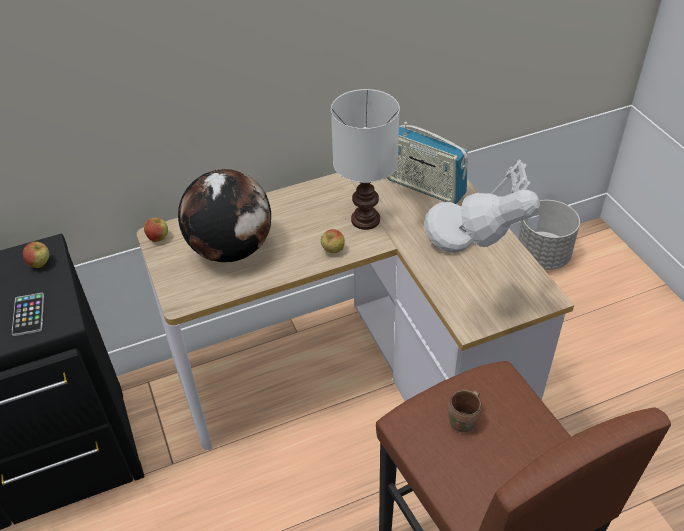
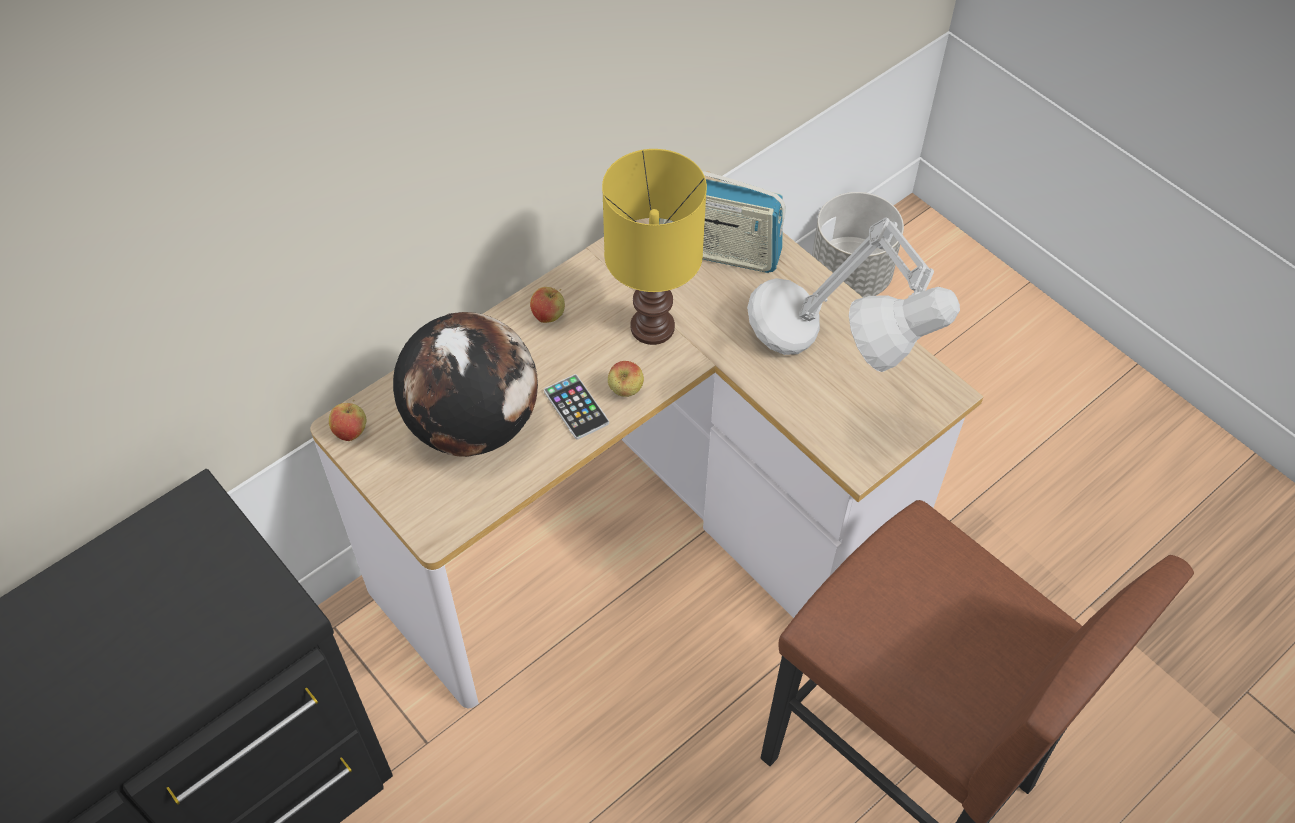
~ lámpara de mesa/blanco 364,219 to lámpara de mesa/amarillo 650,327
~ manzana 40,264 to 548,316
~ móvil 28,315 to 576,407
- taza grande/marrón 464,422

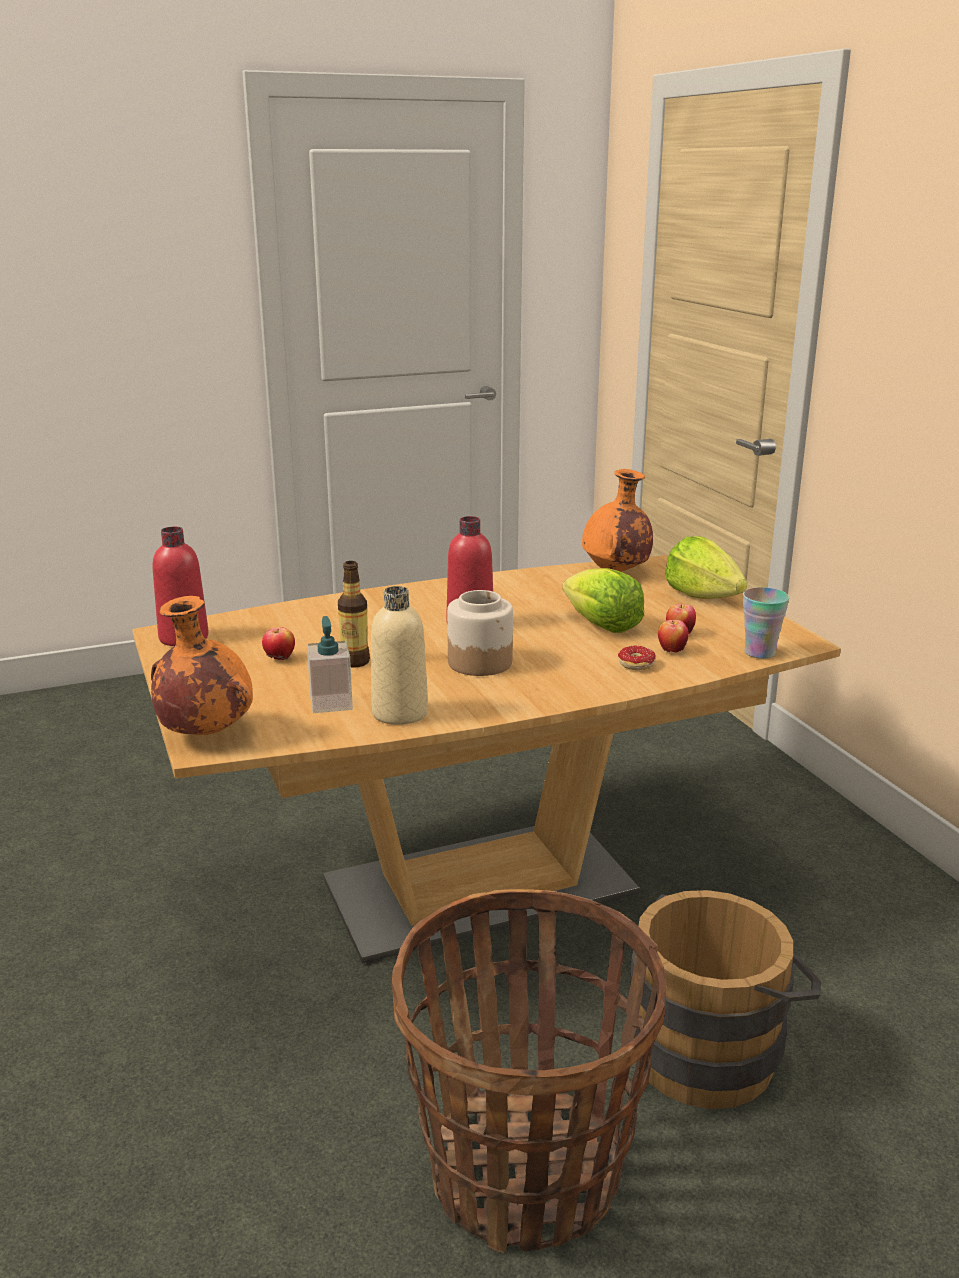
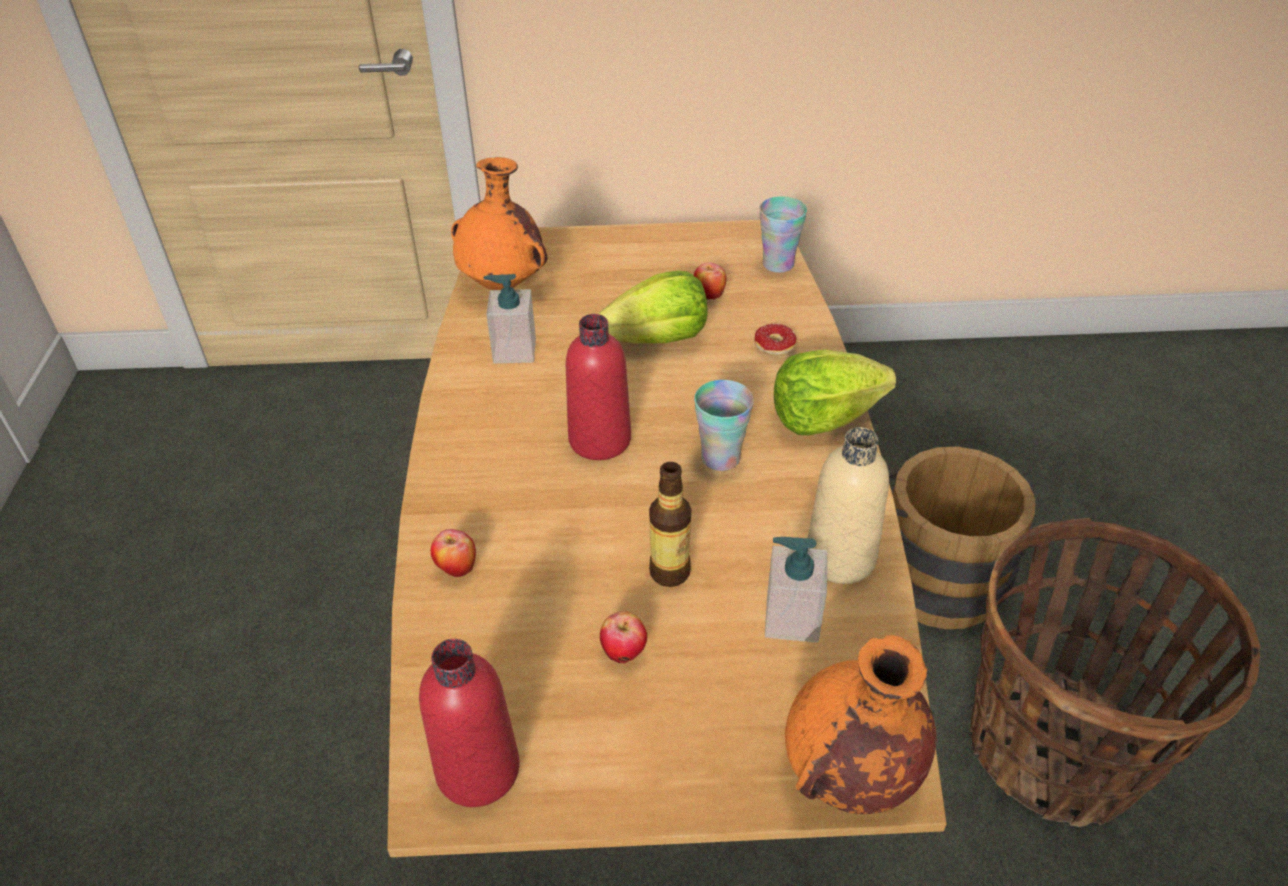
~ lechuga 702,595 to 824,417
~ tarro 480,662 to taza 720,458
~ manzana 671,651 to 456,569
+ dispensador de jabón 514,350

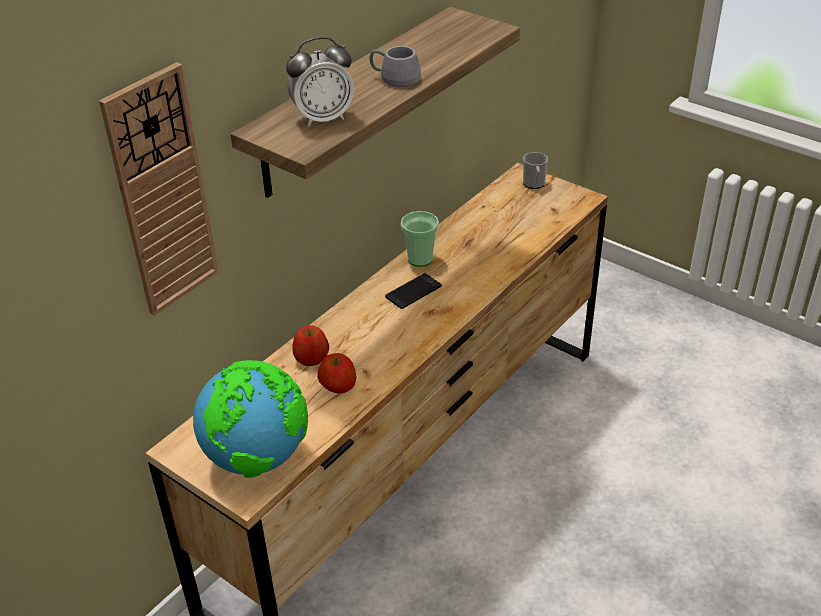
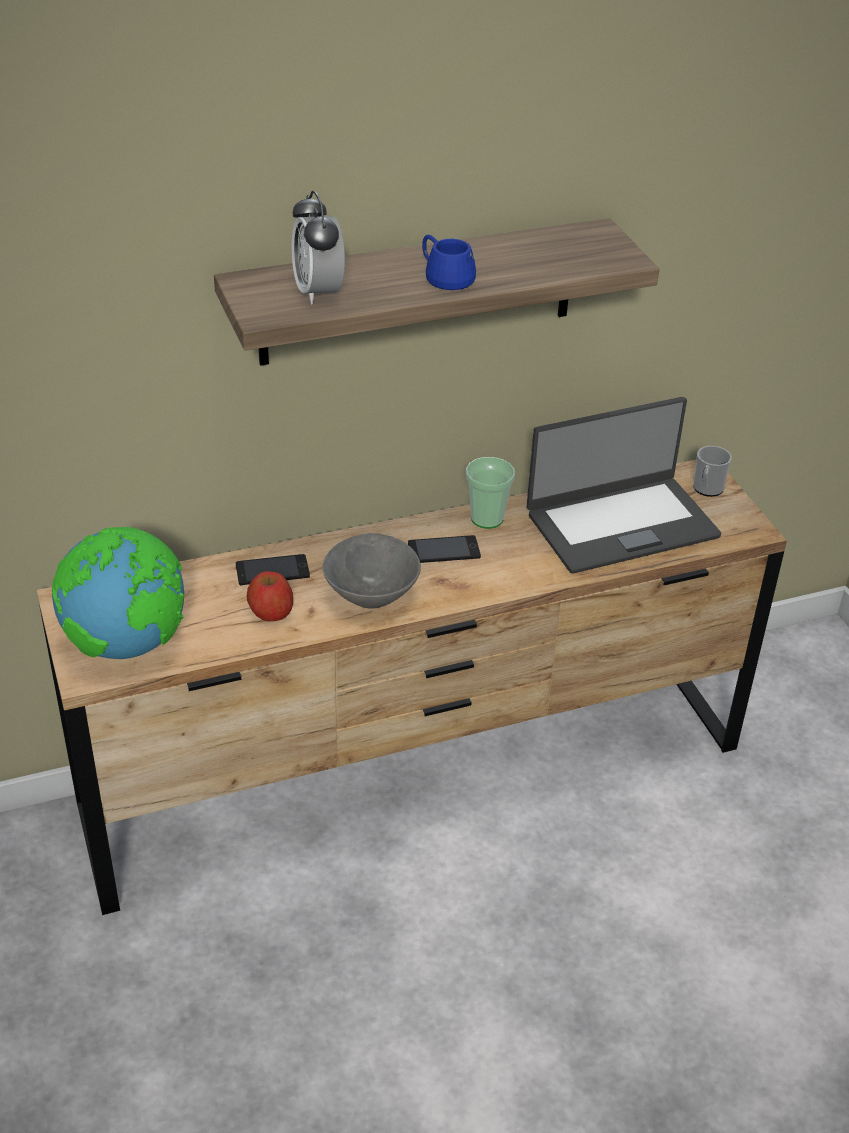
~ despertador 323,118 = 318,292 60 degrees clockwise
~ taza grande/gris 396,76 to taza grande/azul 449,274
- reloj de pared 162,193
~ manzana 311,357 to móvil 272,571
+ portátil 620,524
+ cuenco/gris 372,595

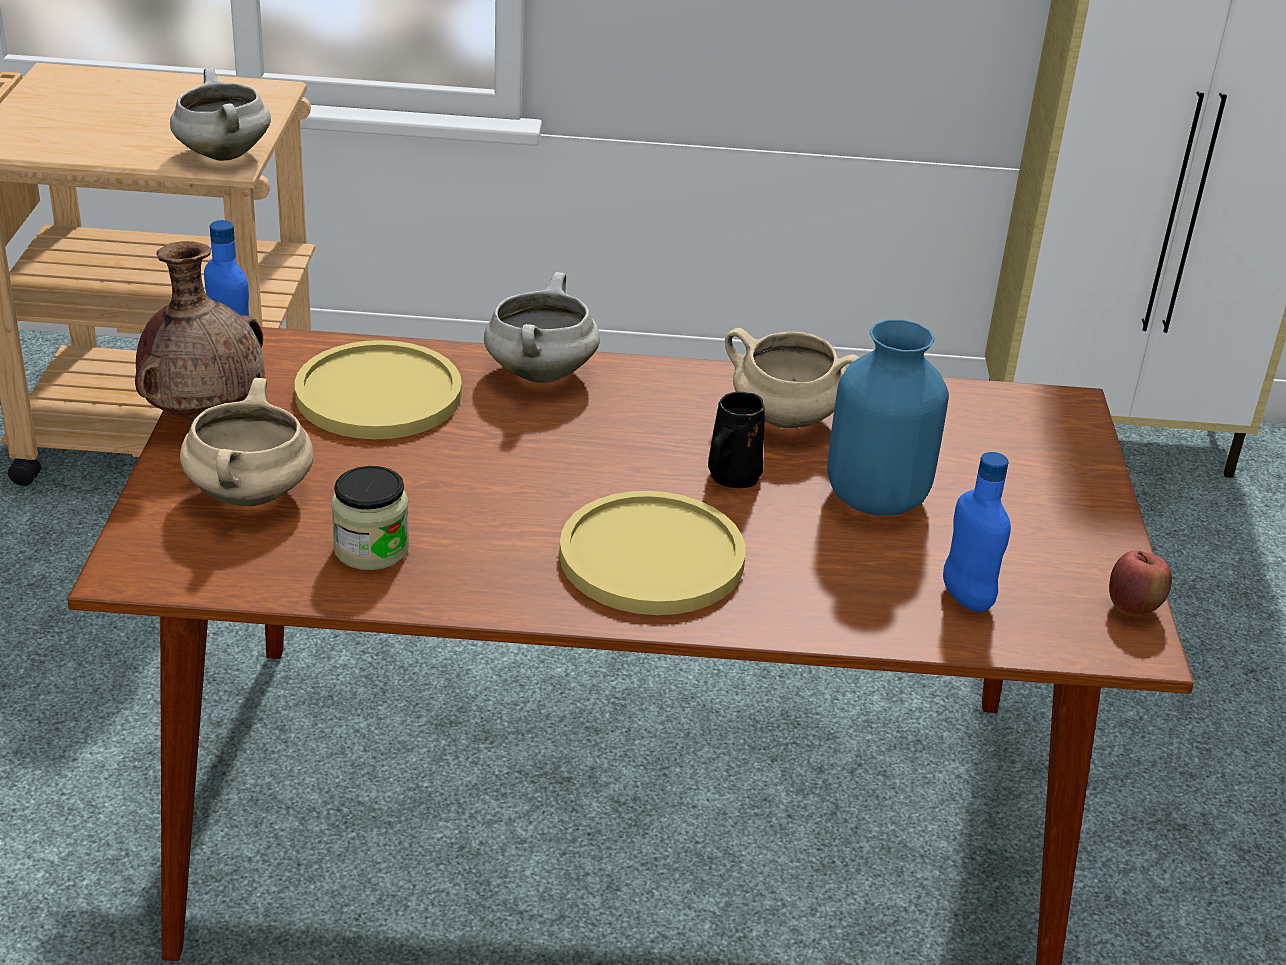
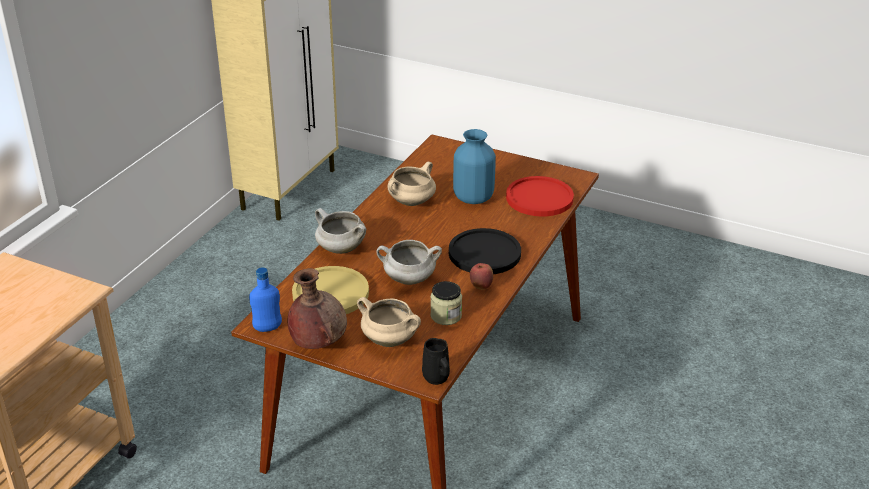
~ olla/blanco 221,154 to 408,280
~ taza grande/negro 732,477 to 436,378
~ botella/azul 966,598 to plato/rojo 539,198
~ plato/amarillo 652,557 to plato/negro 484,253
~ manzana 1133,609 to 481,286

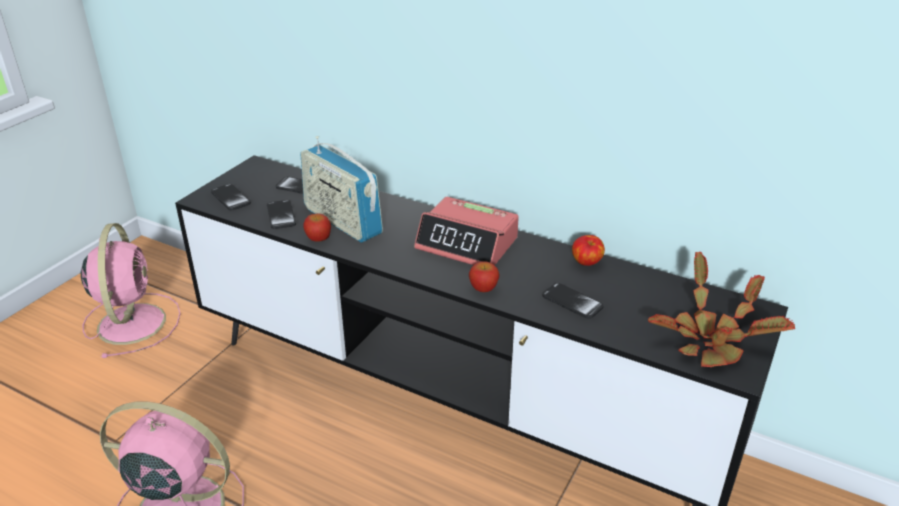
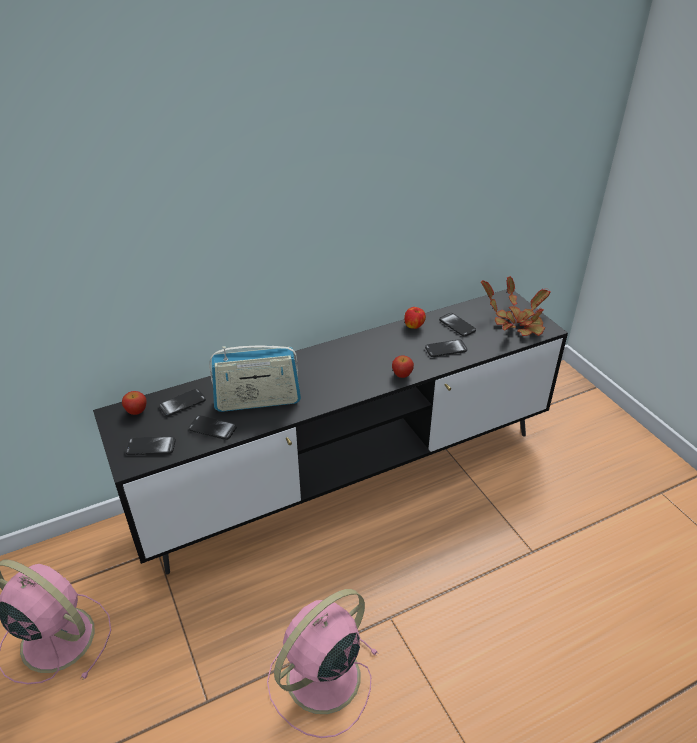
- despertador 467,244
~ manzana 318,238 to 136,411
+ móvil 457,325

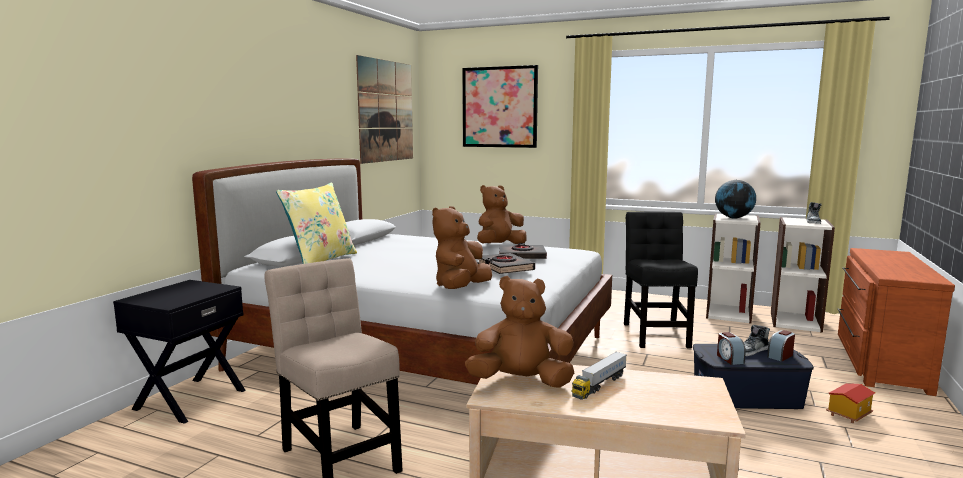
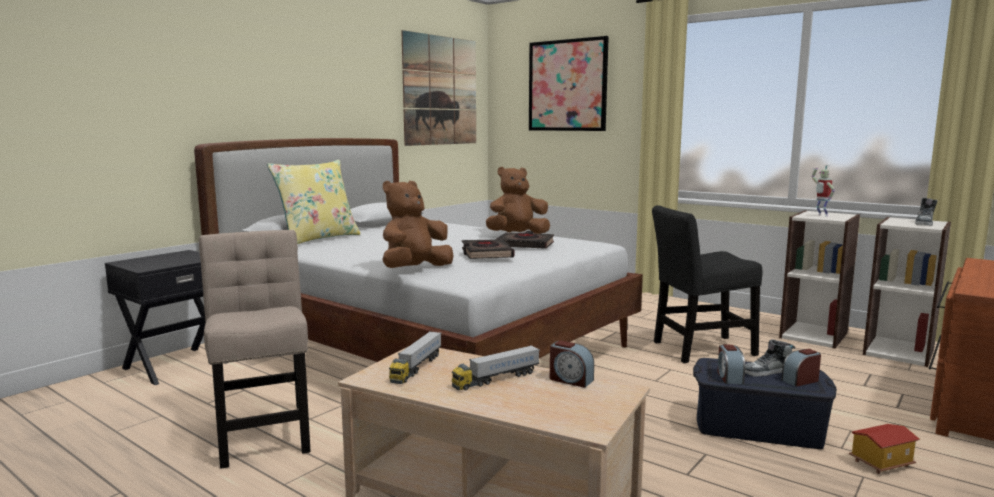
~ globo terráqueo 734,217 to robot de juguete 821,215
~ silla/negro 655,334 = 699,349 120 degrees counterclockwise
~ peluche/marrón 521,382 to camión de juguete 416,368
+ despertador 570,380

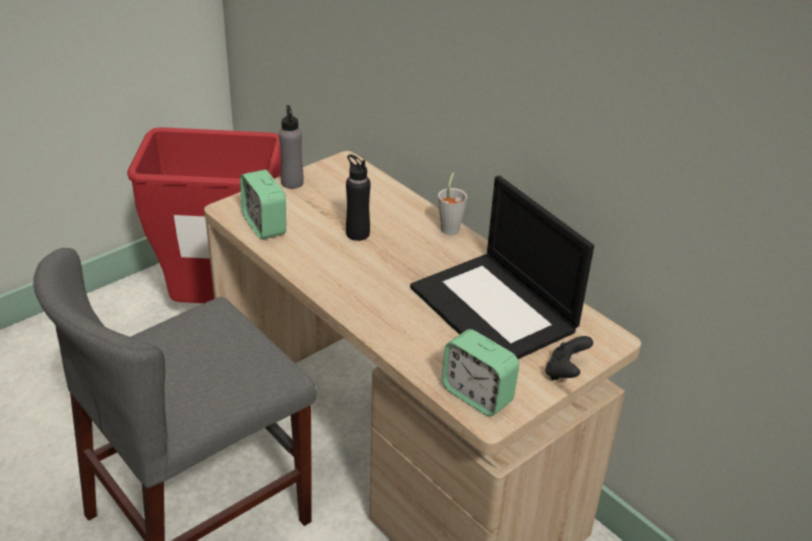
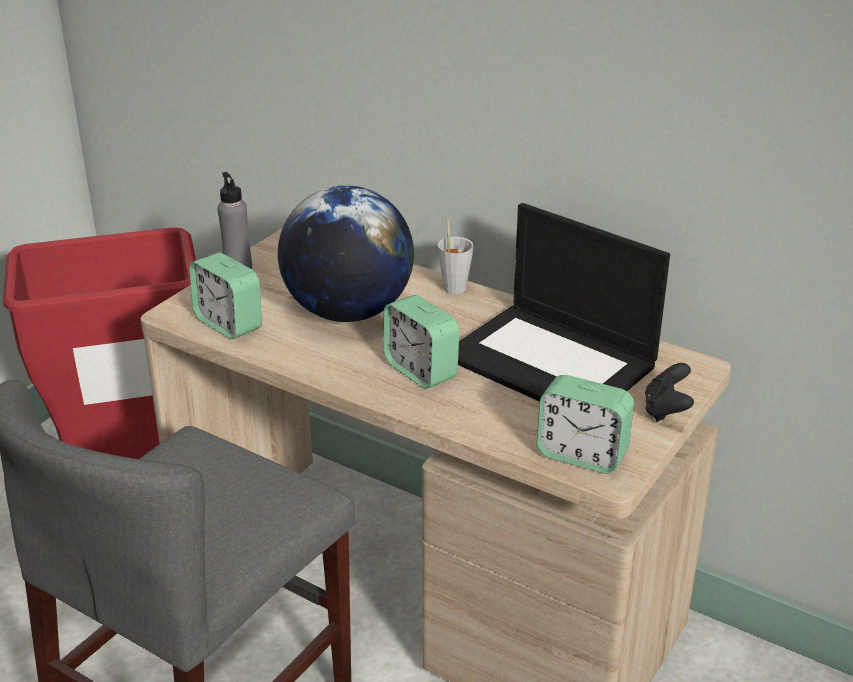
~ botella/negro 357,233 to globo terráqueo 348,312
+ despertador 420,371

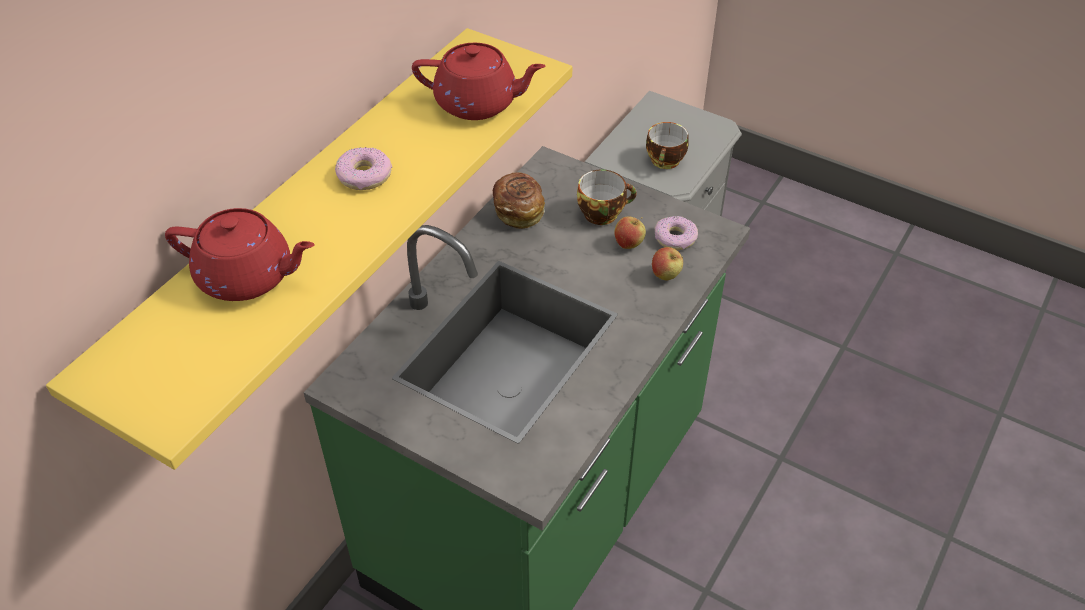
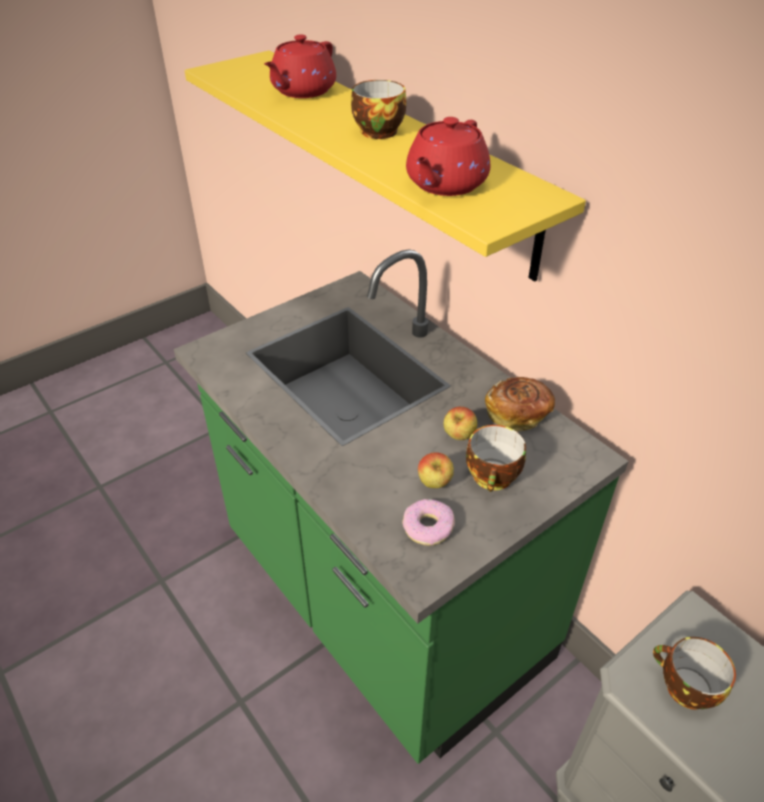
~ rosquilla 364,176 to taza 376,131
~ manzana 665,276 to 459,437

